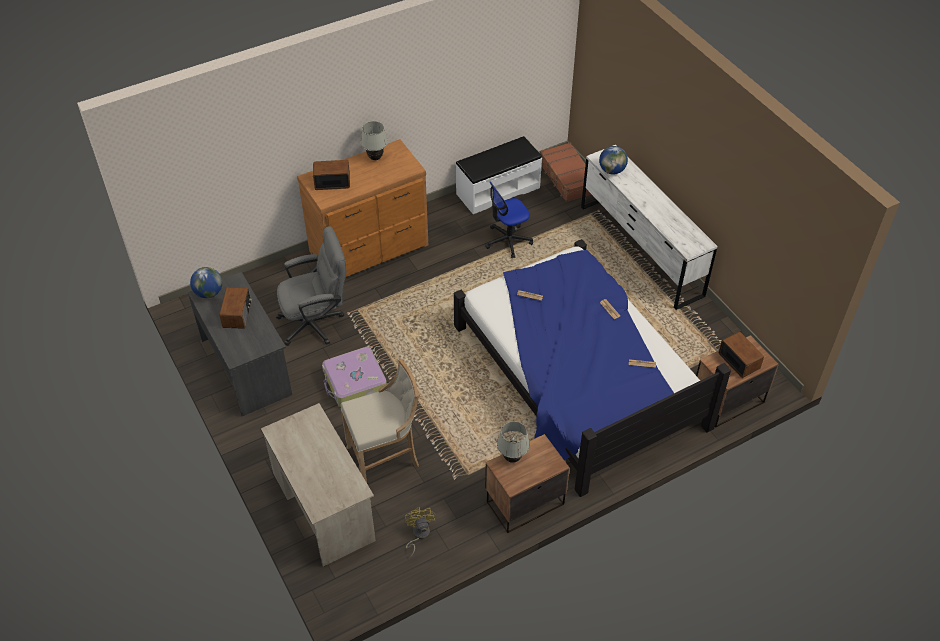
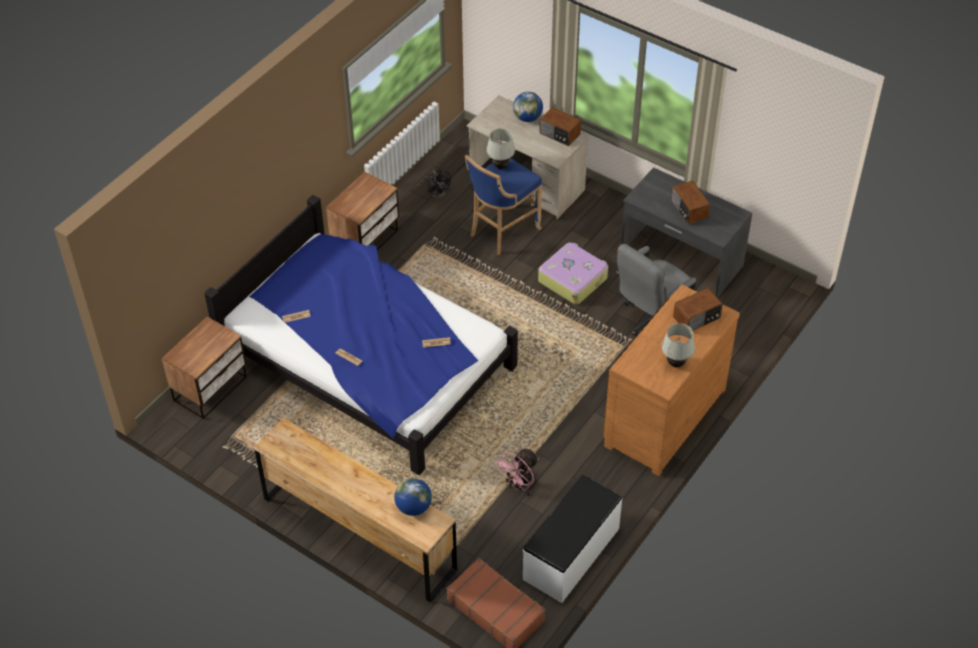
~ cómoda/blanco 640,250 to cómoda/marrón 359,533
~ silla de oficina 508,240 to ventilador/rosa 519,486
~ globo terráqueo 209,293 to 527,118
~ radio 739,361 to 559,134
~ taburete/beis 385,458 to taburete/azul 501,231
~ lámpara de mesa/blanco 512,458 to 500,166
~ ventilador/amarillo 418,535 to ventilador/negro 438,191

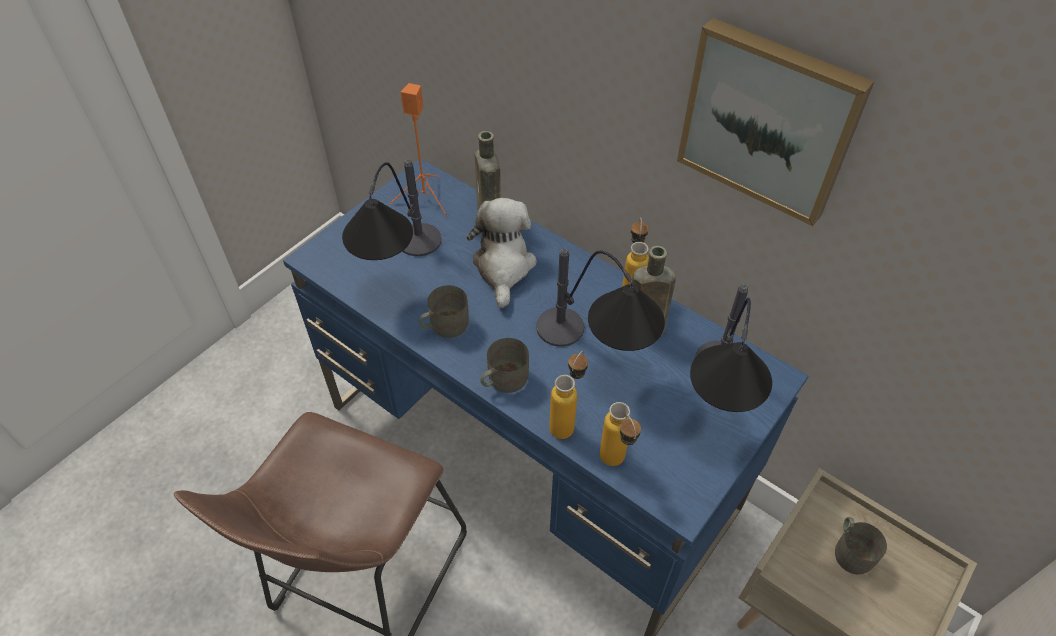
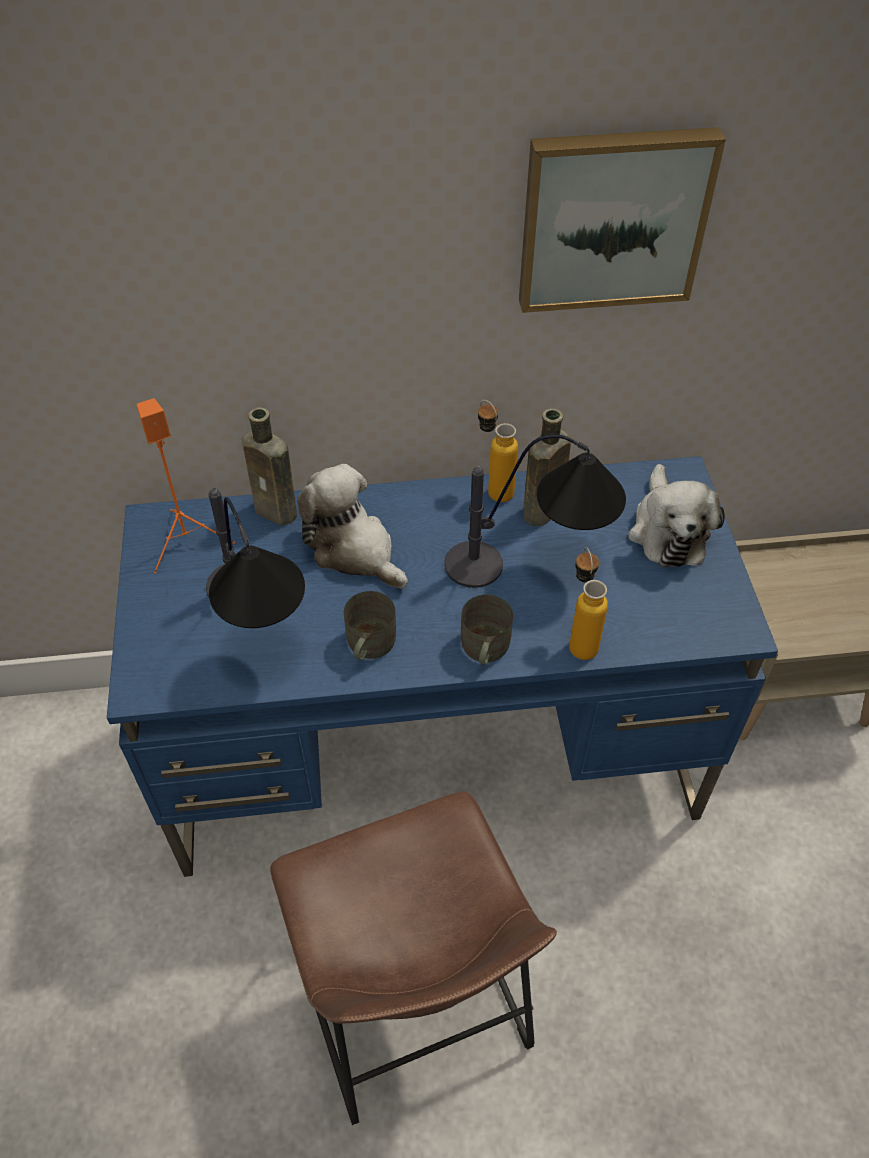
~ lámpara de mesa 715,404 to peluche 668,530
- botella 616,465
- taza grande/gris 851,551

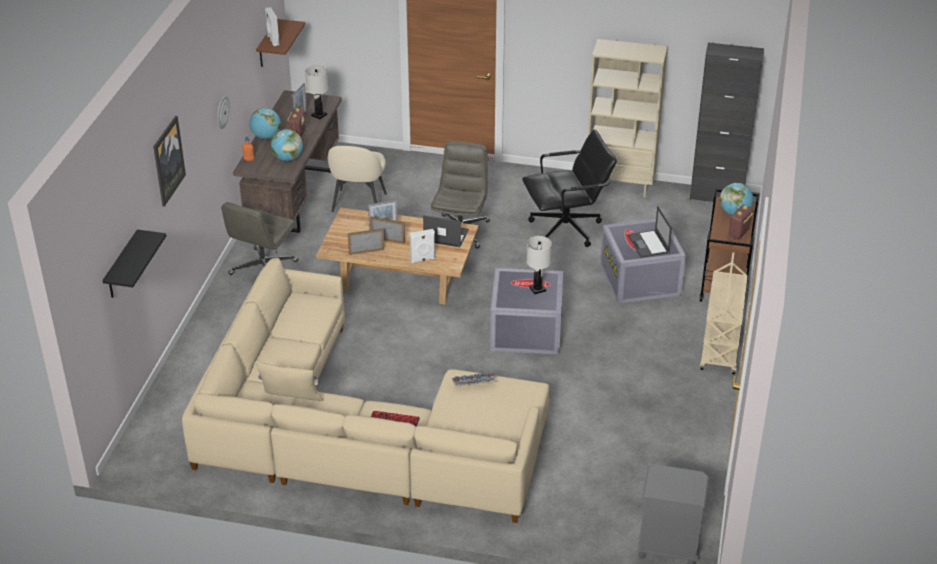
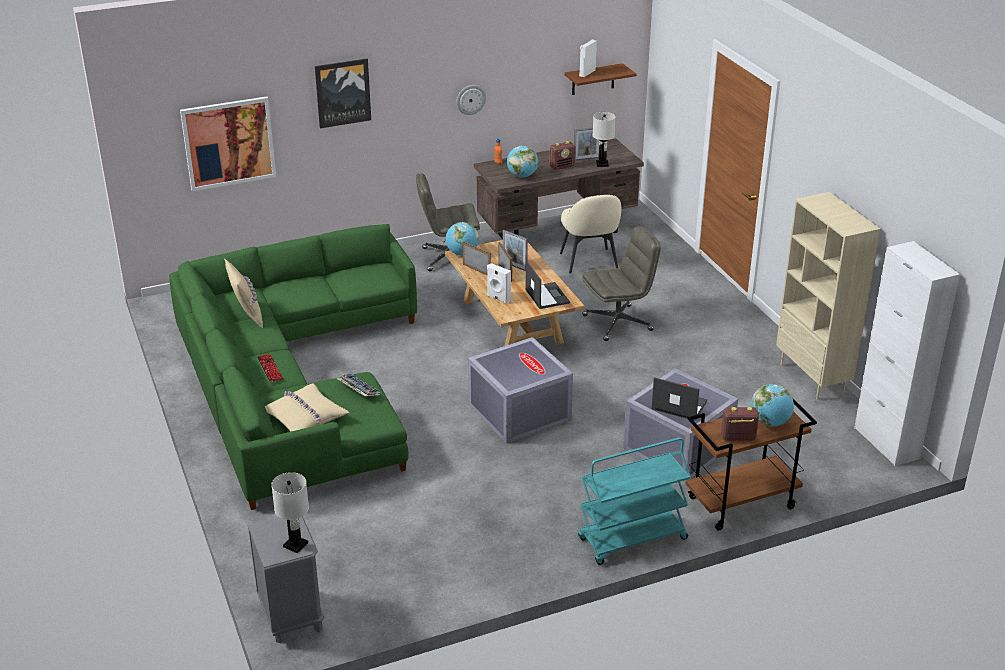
~ armario/negro 716,196 to armario/blanco 886,443
~ globo terráqueo 266,137 to 462,253
- silla de oficina/negro 566,229
~ silla/beis 358,203 = 589,261 75 degrees counterclockwise
~ portátil 648,244 = 678,405 75 degrees clockwise
~ estante/negro 122,266 to cuadro 228,143
~ lámpara de mesa/blanco 537,289 to 295,545
~ carrito/beis 721,348 to carrito/turquesa 632,540
~ sofá/beis 358,432 to sofá/verde 292,383
+ cojín/beis 305,417

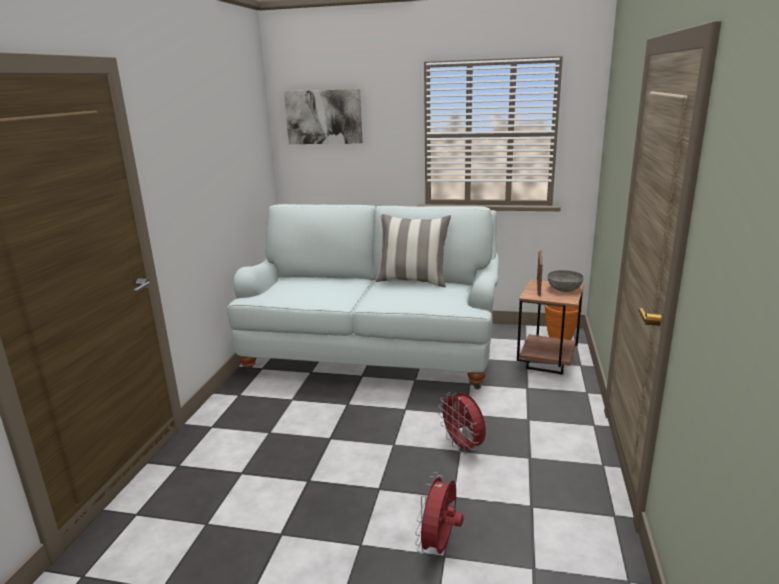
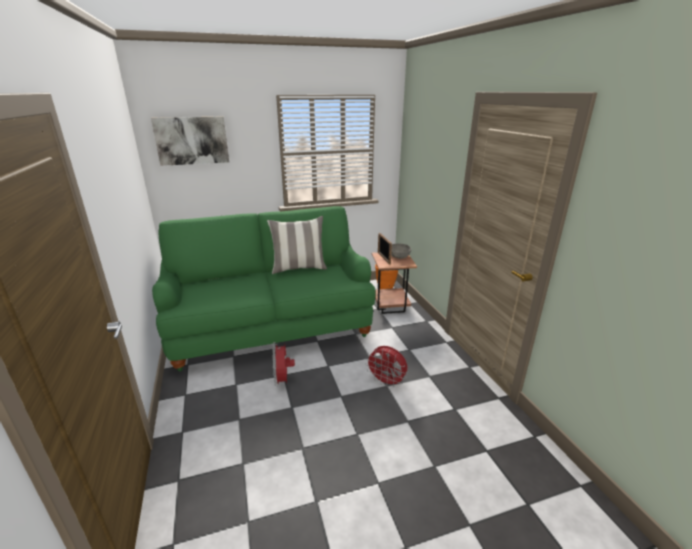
~ sofá/blanco 373,353 to sofá/verde 271,327
~ ventilador/rojo 439,545 to 283,381

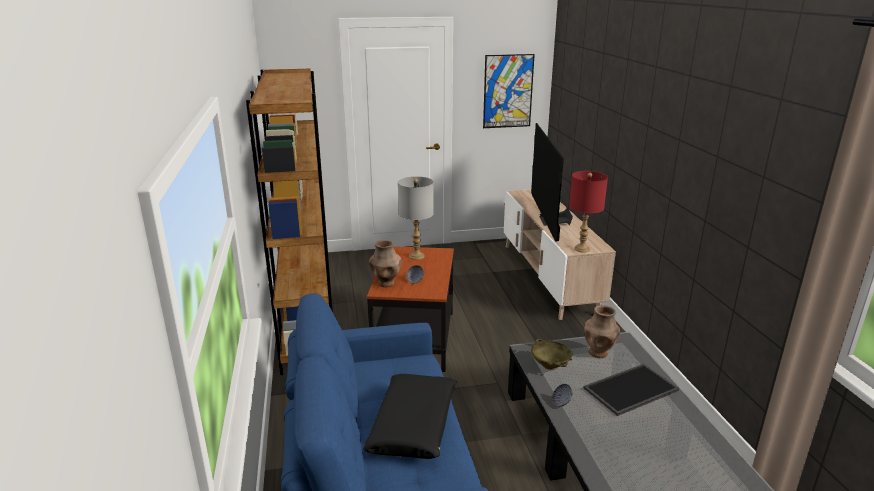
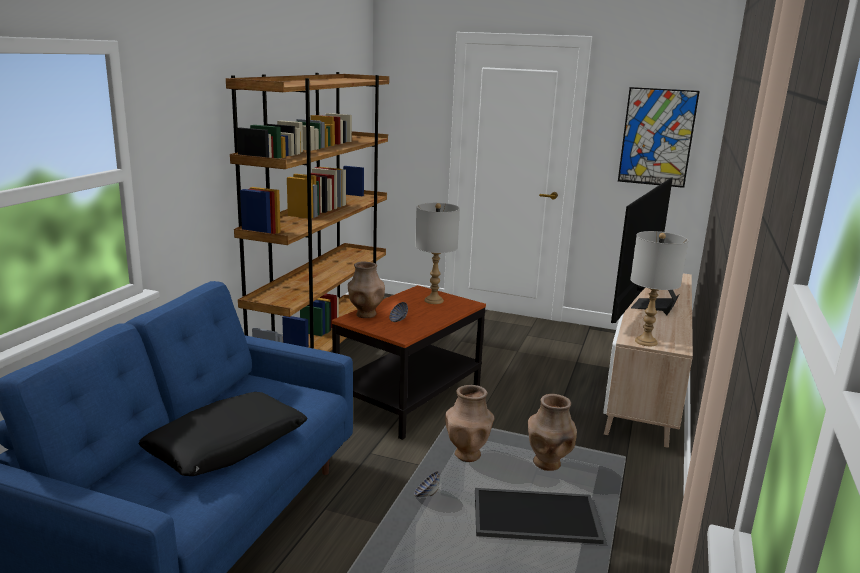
~ lámpara de mesa/rojo 581,249 to lámpara de mesa/gris 645,341
~ cuenco/beis 550,365 to florero/marrón 467,454

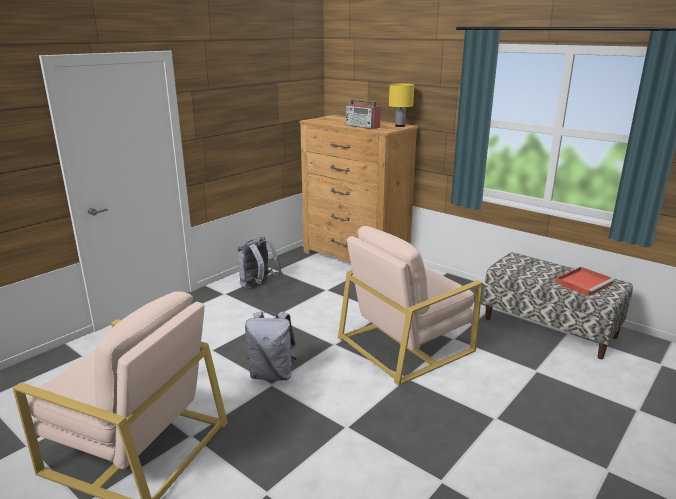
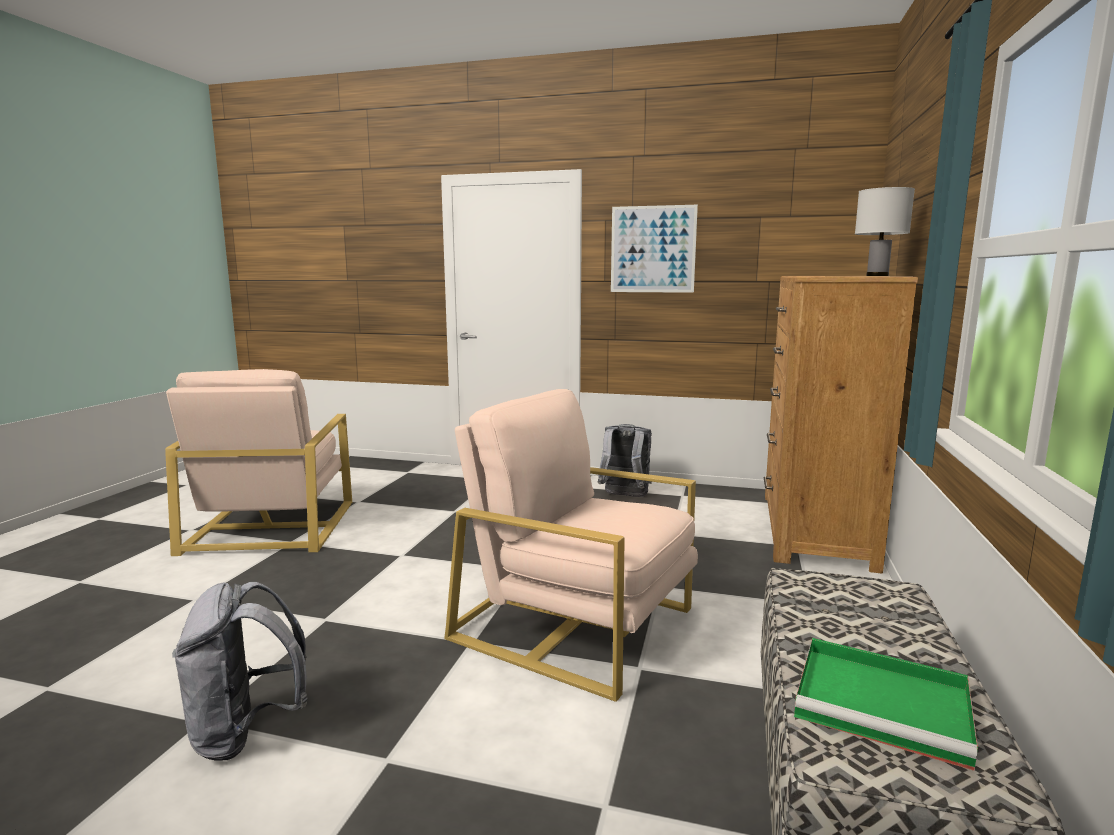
~ lámpara de mesa/amarillo 400,126 to lámpara de mesa/blanco 877,276
- radio 363,126
~ bandeja/rojo 584,283 to bandeja/verde 886,705
~ mochila/gris 272,374 to 247,732
+ cuadro 653,249

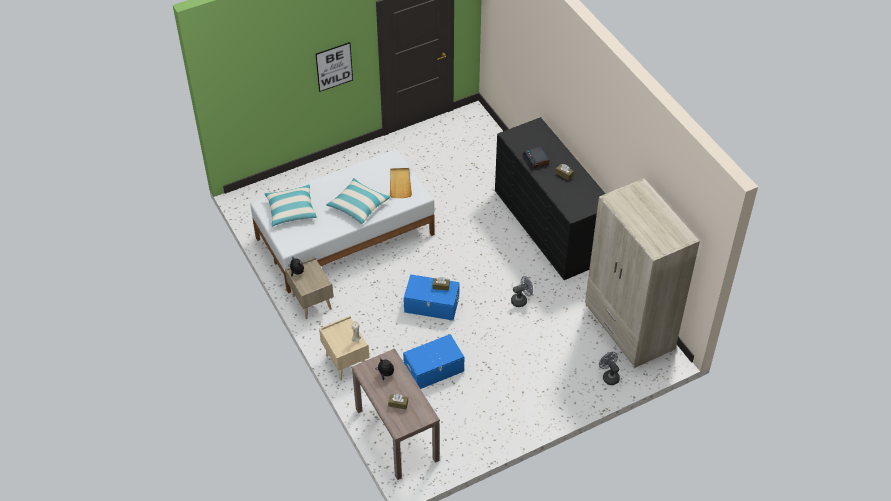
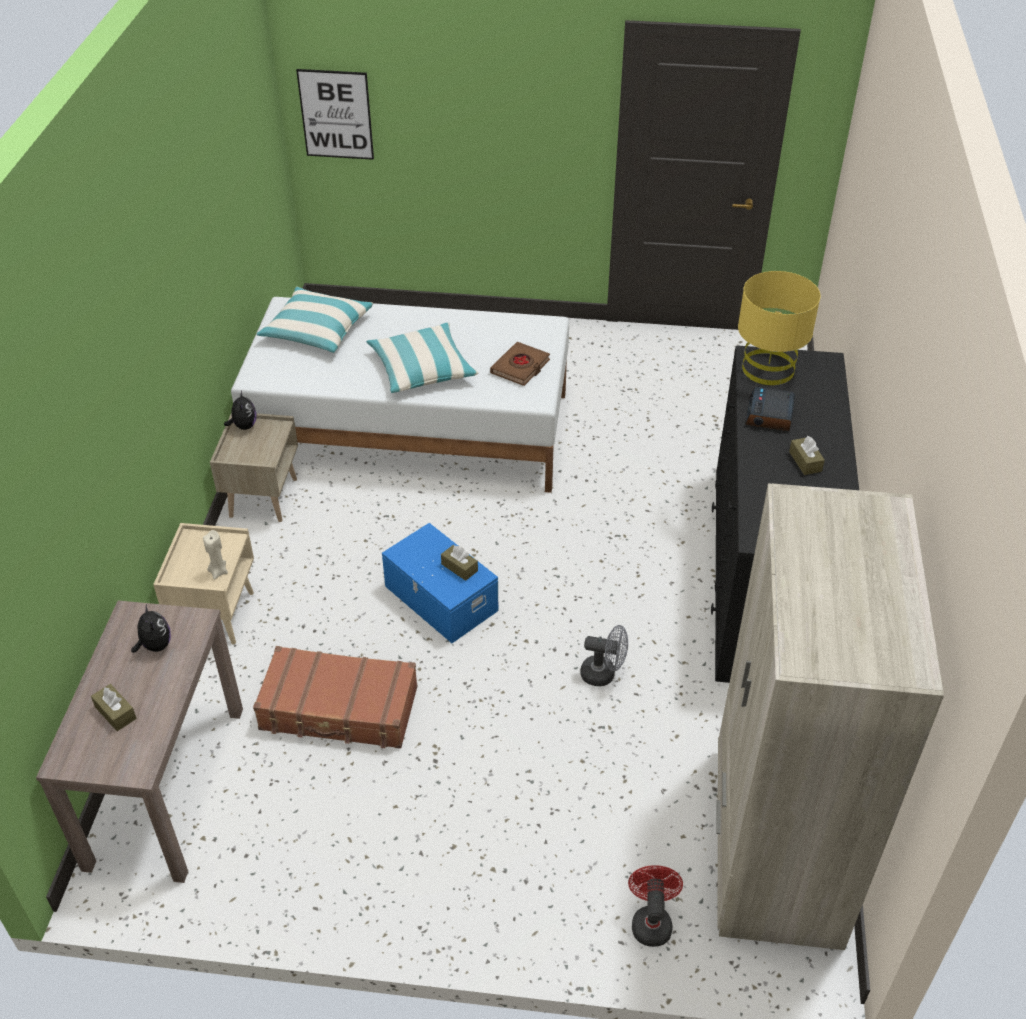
~ cuadro 334,66 to 336,114
~ bandeja/beis 400,184 to libro/marrón 520,367
~ caja de almacenaje/azul 434,369 to maleta/marrón 339,709
~ ventilador/gris 609,376 to ventilador/rojo 651,921
+ lámpara de mesa/amarillo 768,369

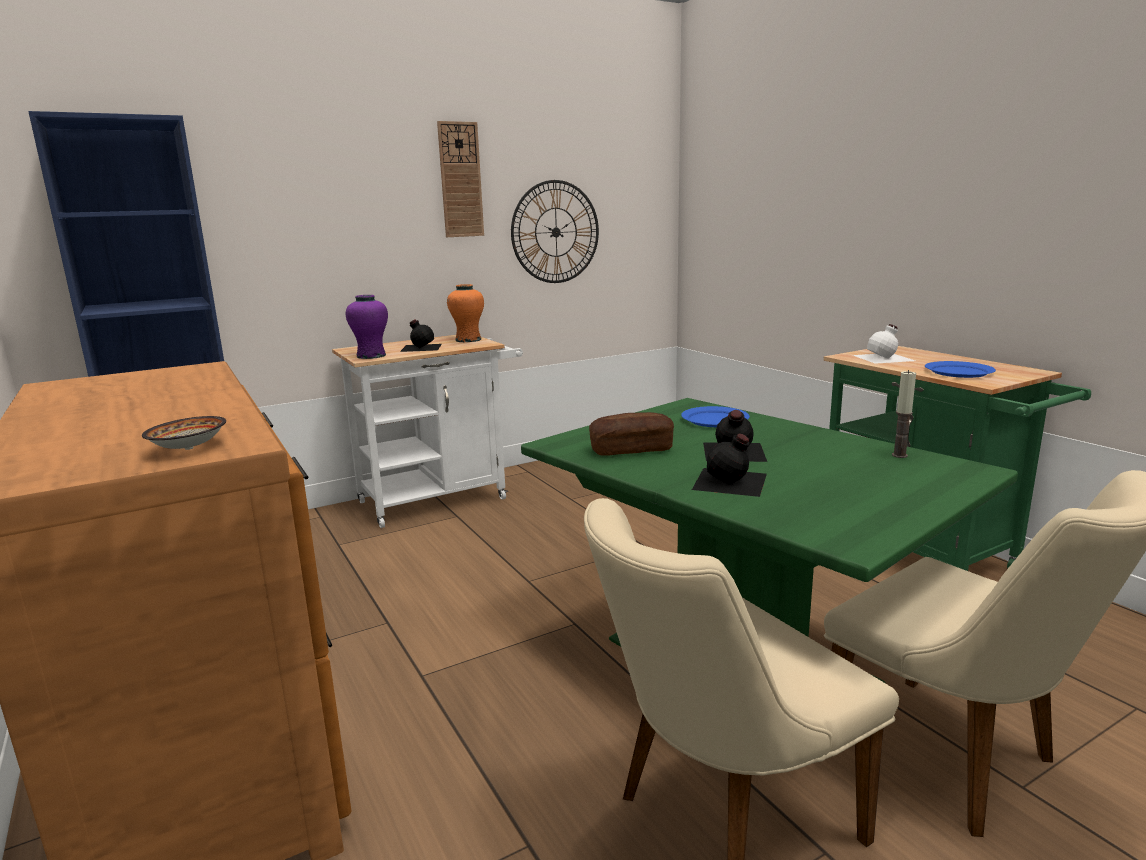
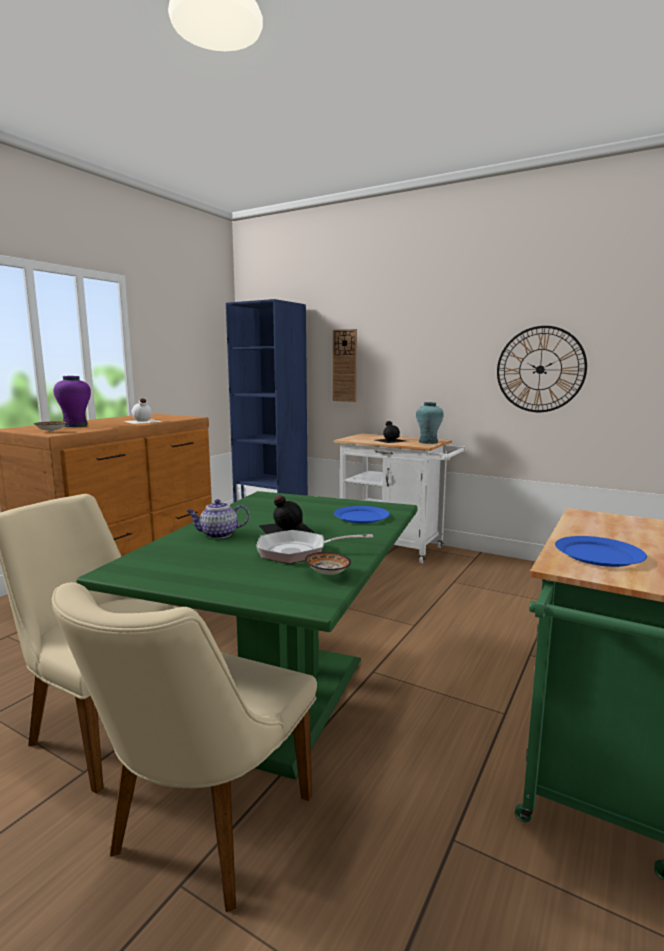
~ reloj de pared 460,180 to 345,365
~ florero/naranja 468,340 to florero/turquesa 428,442
~ florero/morado 371,356 to 75,425
~ botella/blanco 884,358 to 142,421
~ vela 899,455 to cuenco 327,573
- pan 631,449
~ botella/negro 731,482 to tetera 218,534
+ sartén 298,552

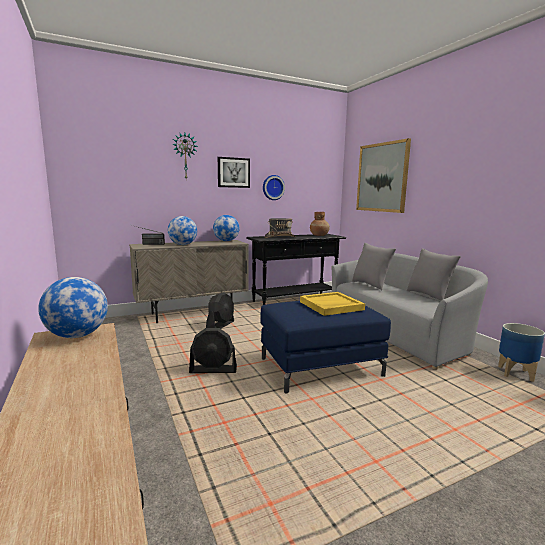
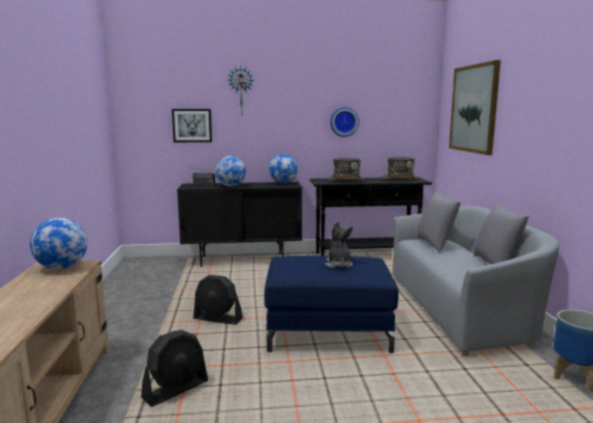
~ cuadro 233,172 to 192,125
~ florero/marrón 319,235 to sombrero/gris 400,179
~ armario/beis 192,313 to armario/negro 242,260
~ ventilador/negro 220,325 to 176,390
~ bandeja/amarillo 331,306 to peluche 338,264

